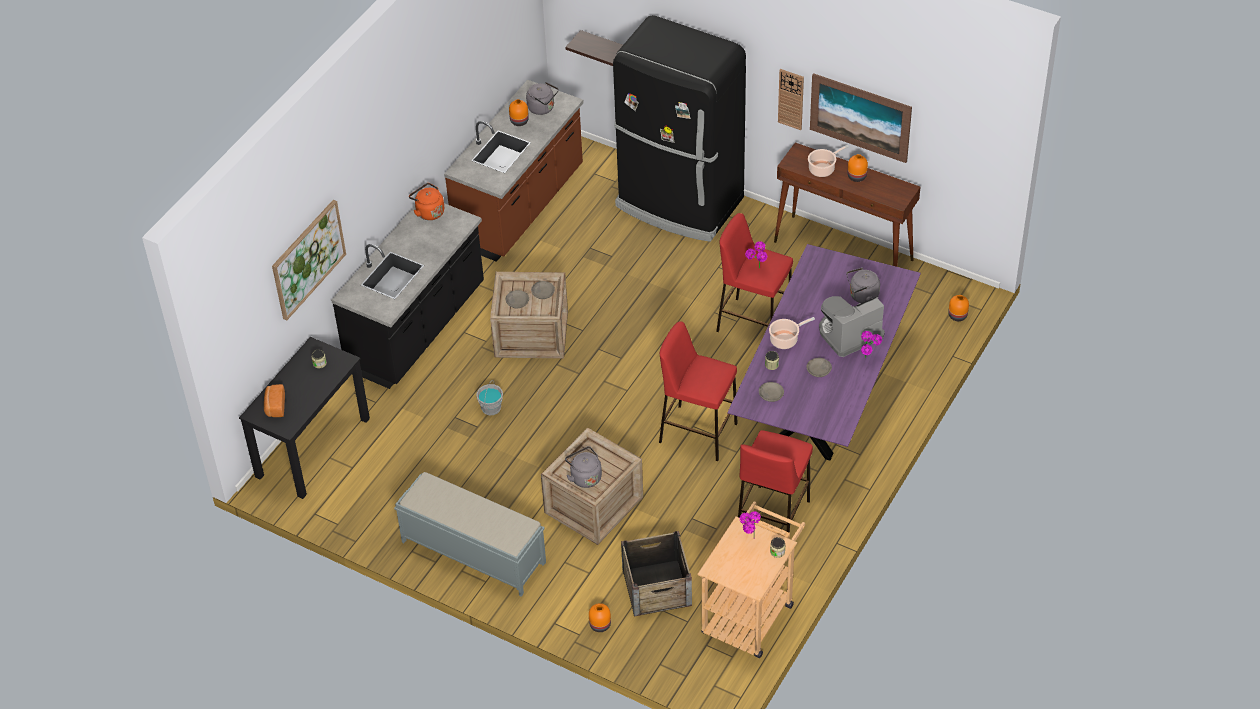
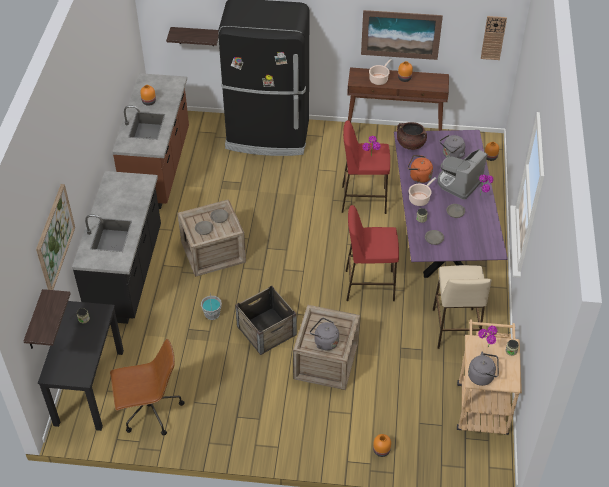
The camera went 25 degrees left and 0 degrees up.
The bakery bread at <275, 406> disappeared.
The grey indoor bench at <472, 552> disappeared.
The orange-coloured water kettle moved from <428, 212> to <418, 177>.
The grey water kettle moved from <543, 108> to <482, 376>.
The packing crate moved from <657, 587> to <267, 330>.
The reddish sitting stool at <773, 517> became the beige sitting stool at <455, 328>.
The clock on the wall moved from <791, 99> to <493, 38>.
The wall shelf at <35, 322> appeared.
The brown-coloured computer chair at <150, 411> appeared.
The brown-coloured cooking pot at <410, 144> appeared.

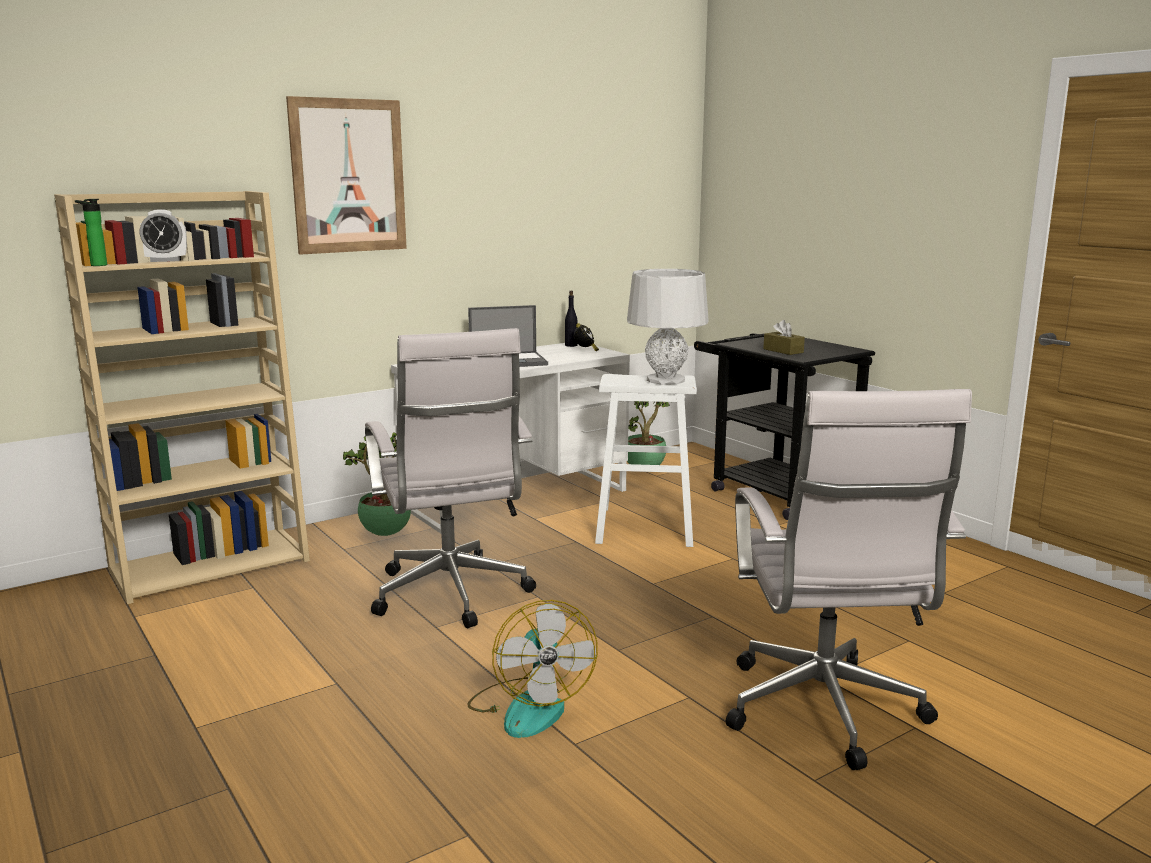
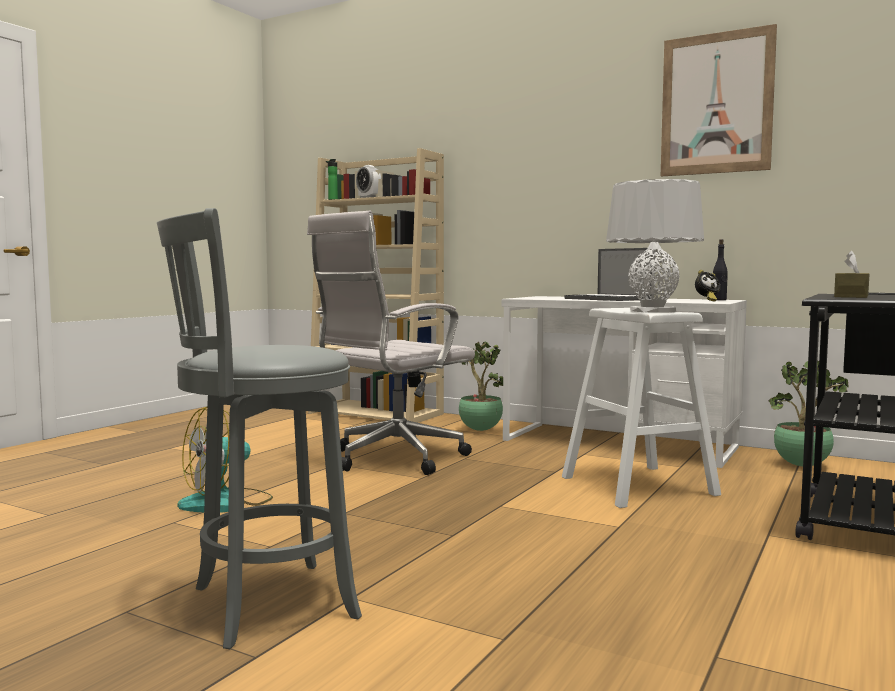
The camera went 65 degrees right and 10 degrees down.
The picture moved from <348, 176> to <716, 104>.
The white-coloured computer chair at <824, 714> was replaced by the grey sitting stool at <264, 604>.

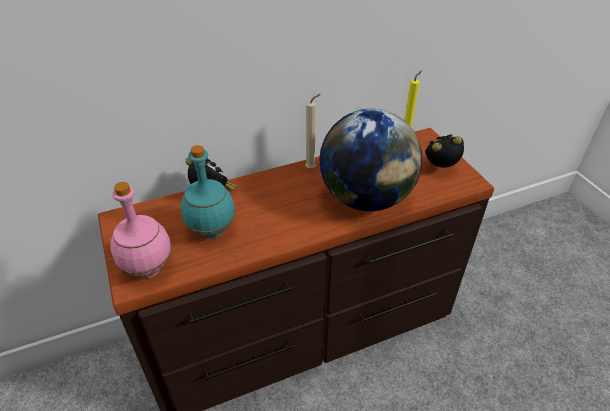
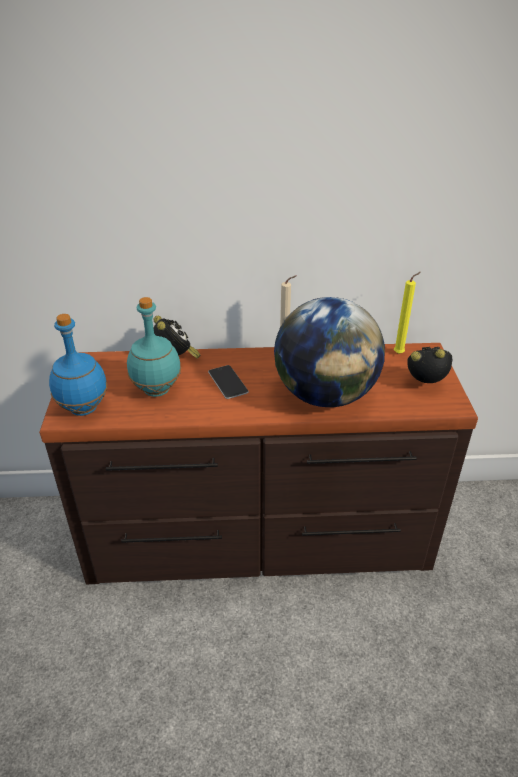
The camera went 20 degrees right and 5 degrees down.
The pinkish beverage bottle at <149, 269> became the blue beverage bottle at <84, 409>.
The handset at <228, 382> appeared.

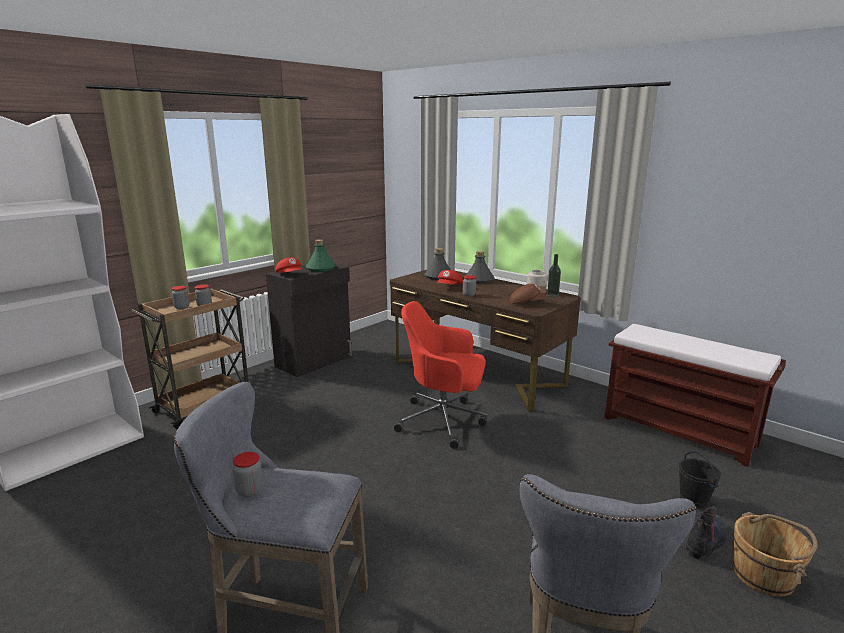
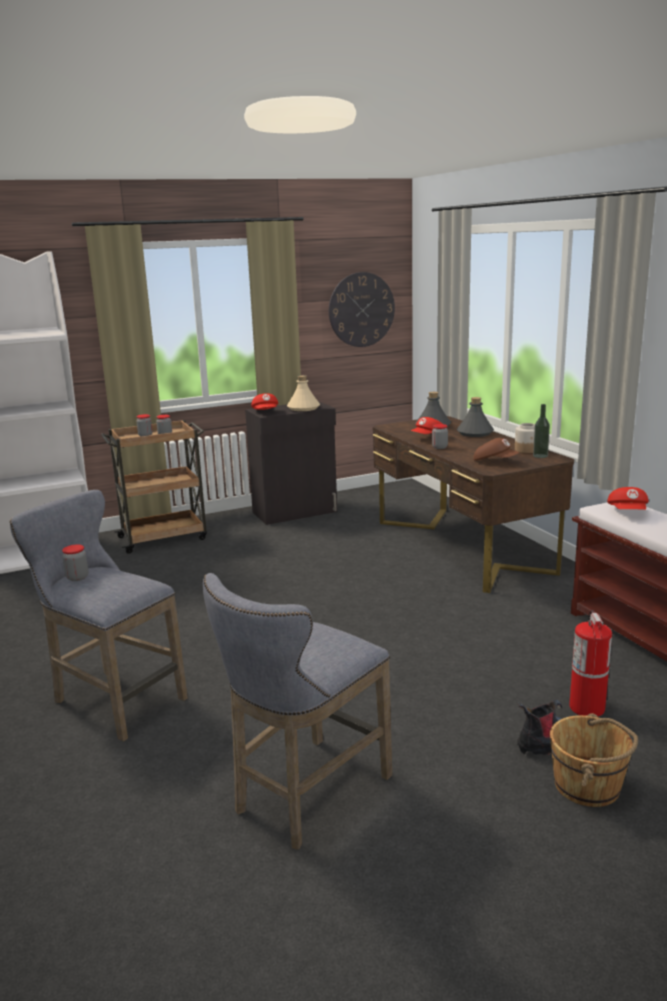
The camera went 25 degrees right and 0 degrees up.
The green beverage bottle at <321, 269> became the beige beverage bottle at <303, 408>.
The reddish computer chair at <444, 421> disappeared.
The black-coloured pail at <694, 500> was replaced by the extinguisher at <587, 708>.
The clock on the wall at <361, 309> appeared.
The reddish baseball cap at <628, 513> appeared.

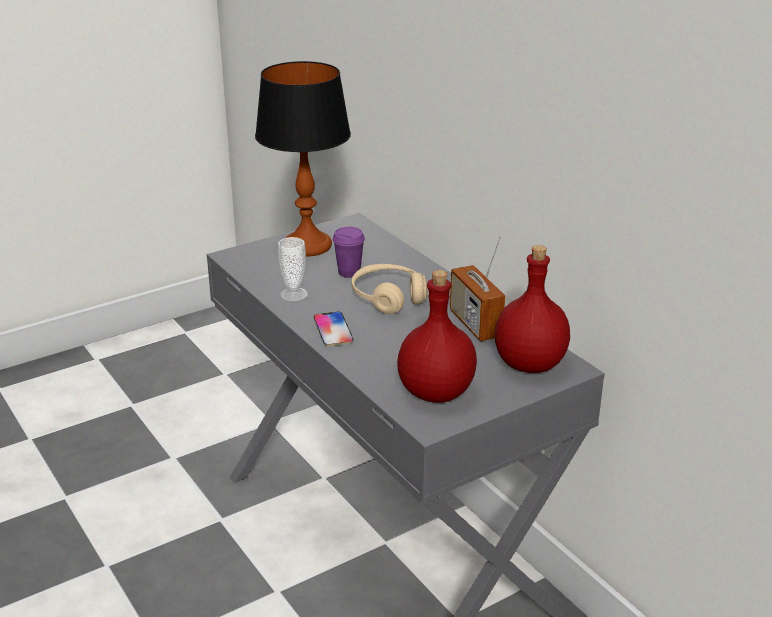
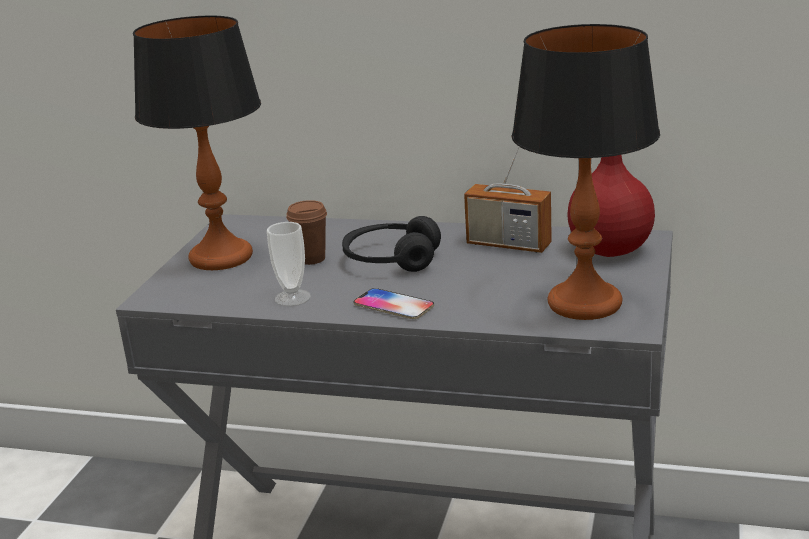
The camera went 40 degrees left and 5 degrees down.
The purple-coloured cup at <349, 272> became the brown-coloured cup at <311, 259>.
The beige pair of headphones at <388, 297> became the black-coloured pair of headphones at <391, 260>.
The reddish beverage bottle at <437, 392> was replaced by the lamp for a table at <585, 303>.

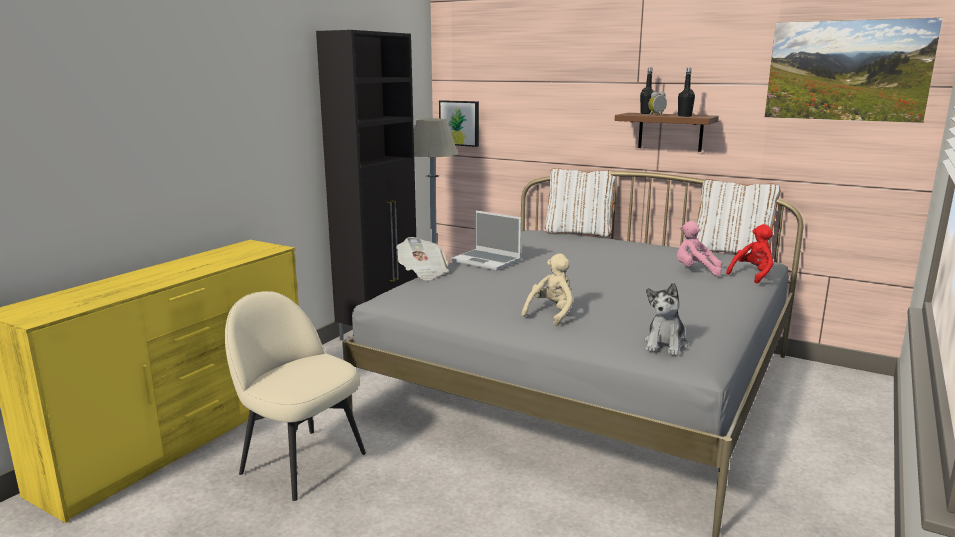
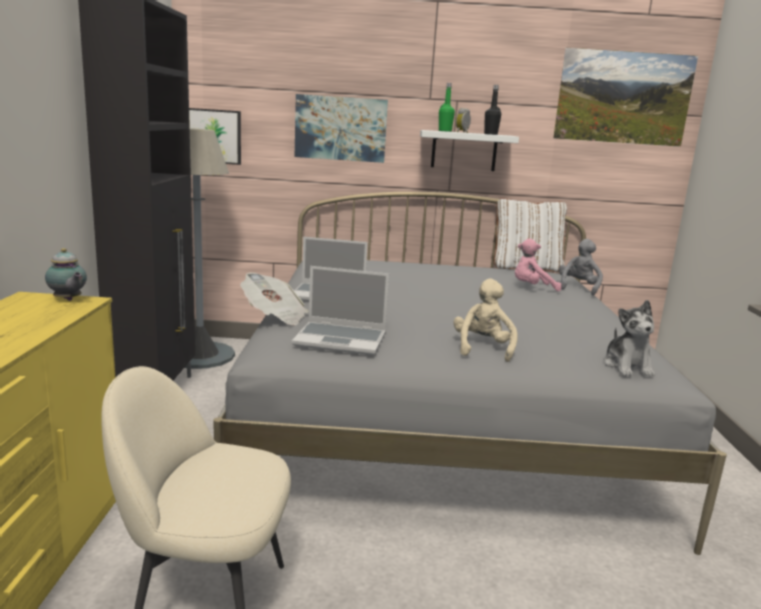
The camera went 30 degrees left and 0 degrees up.
The white-coloured pillow at <579, 232> disappeared.
The brown-coloured wall shelf at <670, 132> became the white-coloured wall shelf at <464, 151>.
The black-coloured beverage bottle at <646, 113> became the green beverage bottle at <445, 131>.
The reddish plush toy at <752, 275> became the grey plush toy at <578, 288>.
The teapot at <68, 300> appeared.
The notebook computer at <341, 340> appeared.
The picture at <340, 128> appeared.

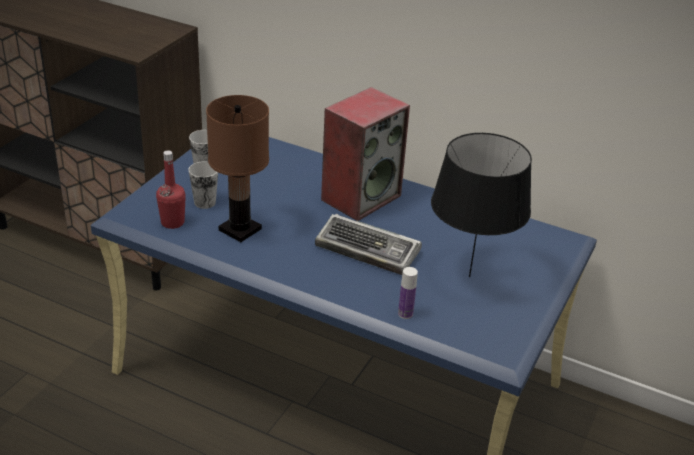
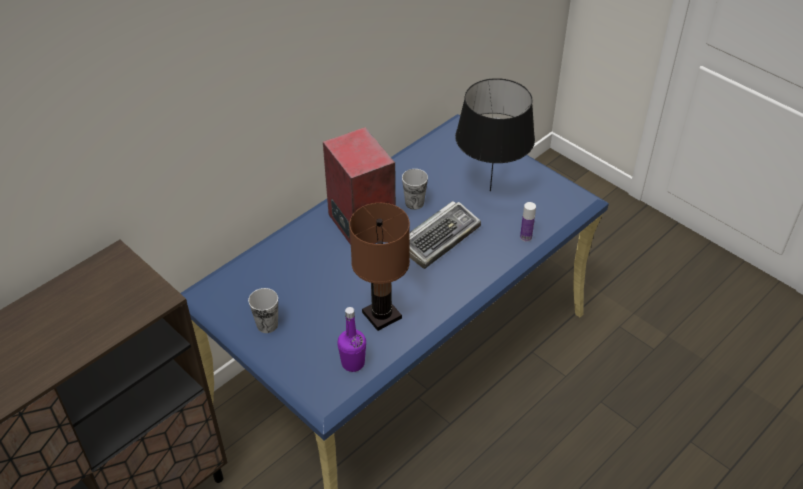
The camera went 70 degrees left and 10 degrees up.
The reddish beverage bottle at <172, 222> became the purple-coloured beverage bottle at <353, 363>.
The cup moved from <205, 202> to <414, 203>.

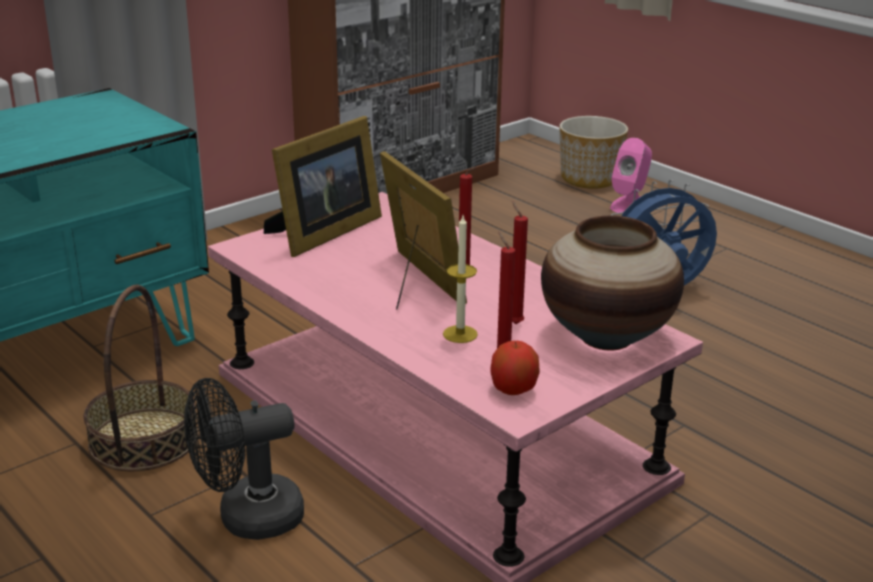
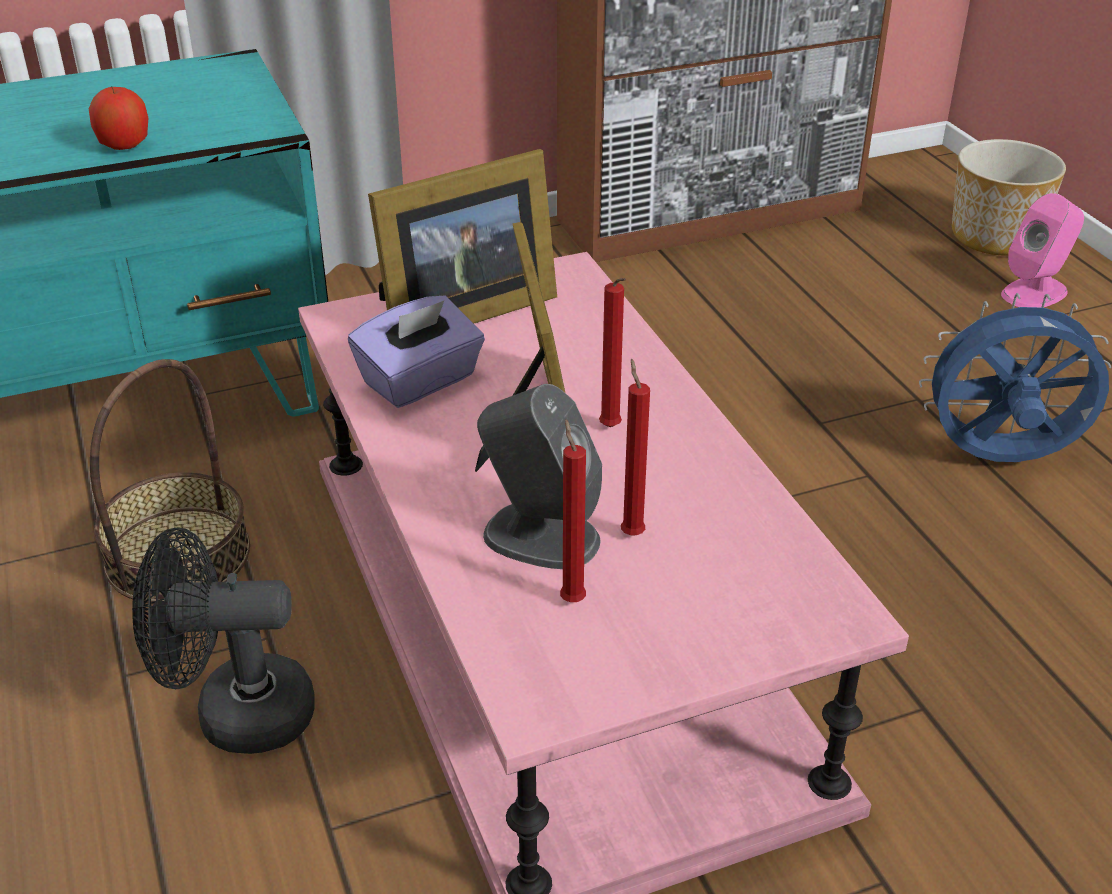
The camera went 20 degrees right and 10 degrees up.
The candle at <460, 334> was replaced by the grey speaker at <539, 536>.
The apple moved from <513, 390> to <124, 145>.
The decorative vase at <607, 337> disappeared.
The purple-coloured tissue holder at <420, 381> appeared.

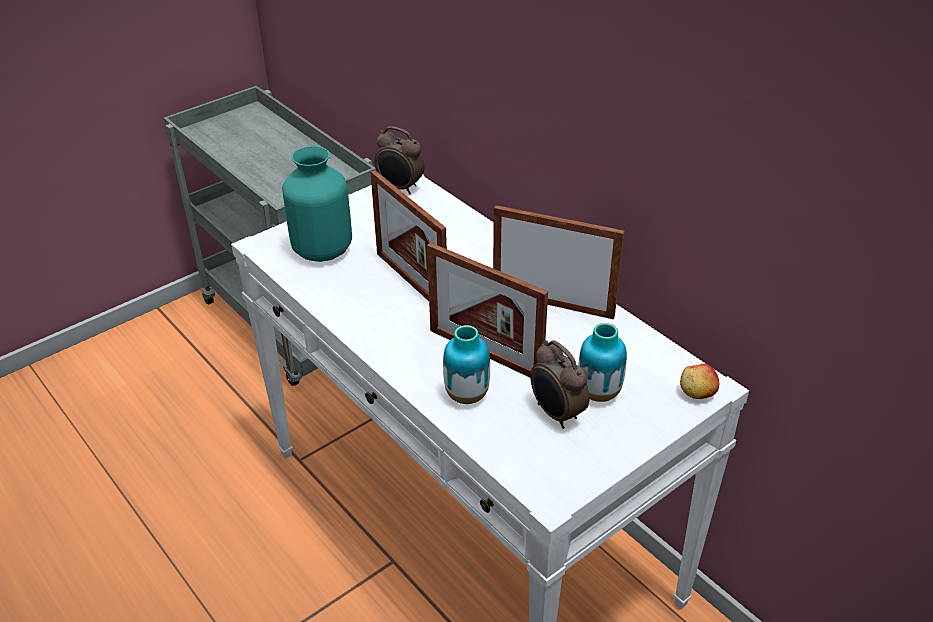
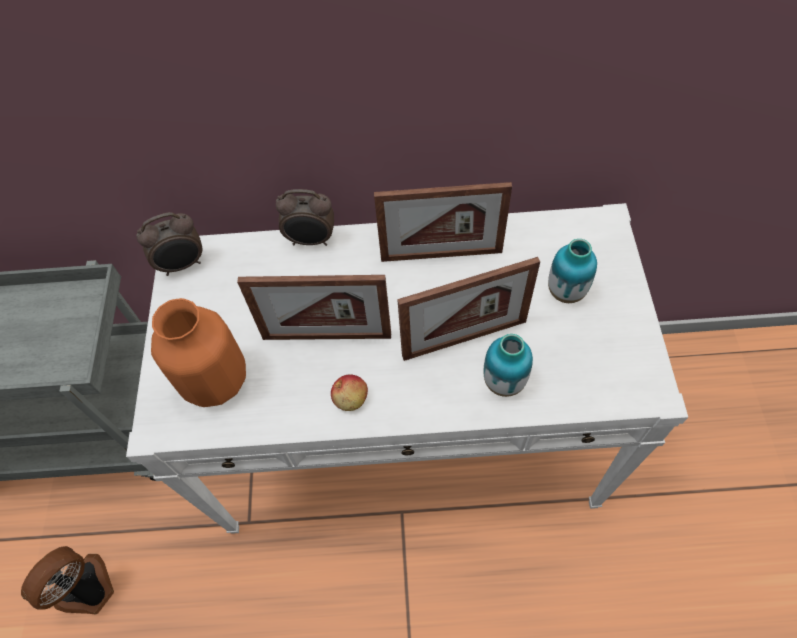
The camera went 50 degrees left and 20 degrees up.
The turquoise-coloured decorative vase at <321, 250> became the orange-coloured decorative vase at <214, 381>.
The standing frame at <552, 304> turned 150 degrees counterclockwise.
The alarm clock moved from <556, 414> to <311, 240>.
The apple moved from <697, 393> to <351, 399>.
The cooling fan at <88, 589> appeared.

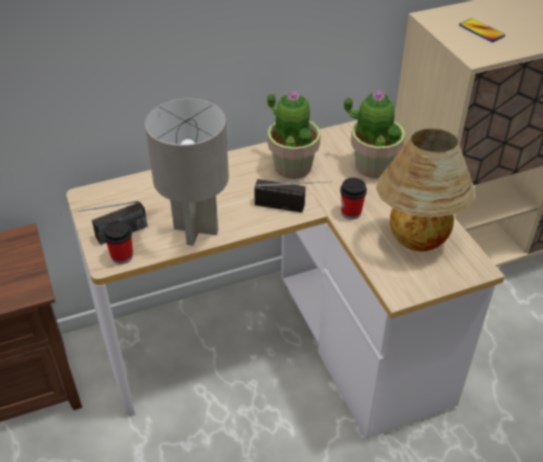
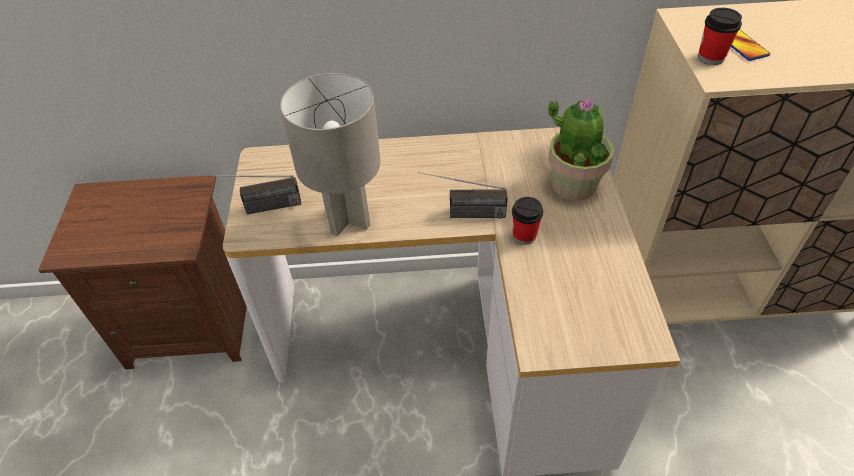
The camera went 20 degrees right and 5 degrees up.
The cup moved from <122, 256> to <711, 58>.
The radio set at <293, 206> turned 150 degrees clockwise.
The potted plant at <293, 166> disappeared.
The lamp for a table at <414, 242> disappeared.

